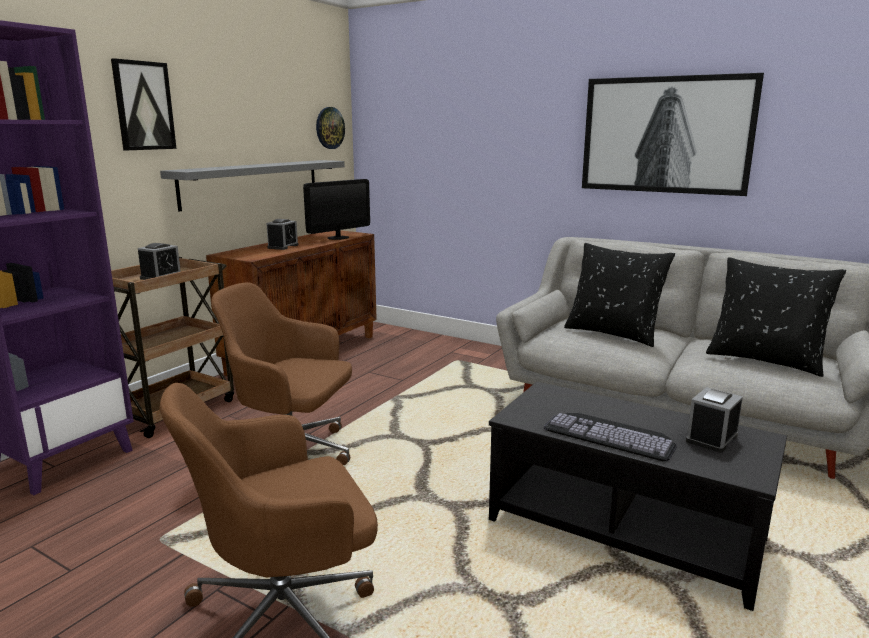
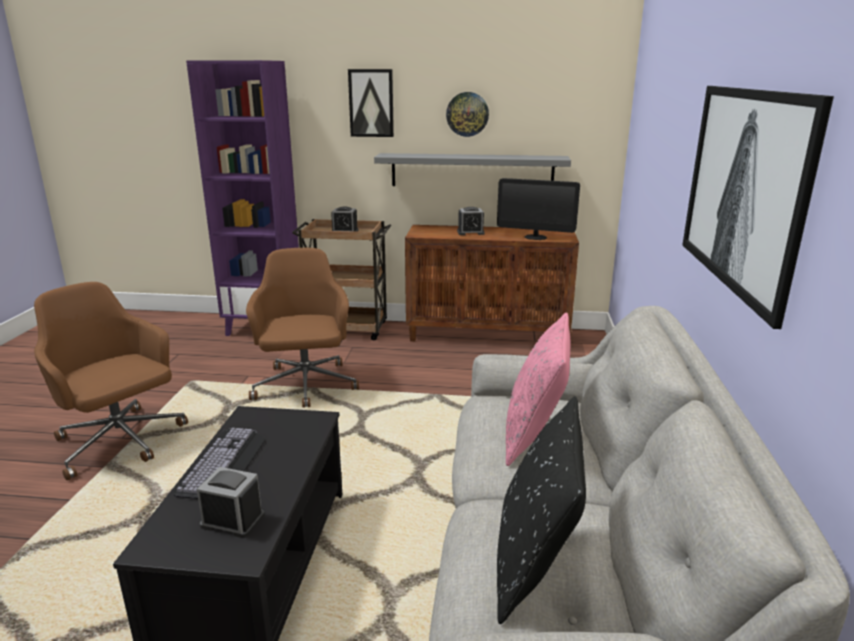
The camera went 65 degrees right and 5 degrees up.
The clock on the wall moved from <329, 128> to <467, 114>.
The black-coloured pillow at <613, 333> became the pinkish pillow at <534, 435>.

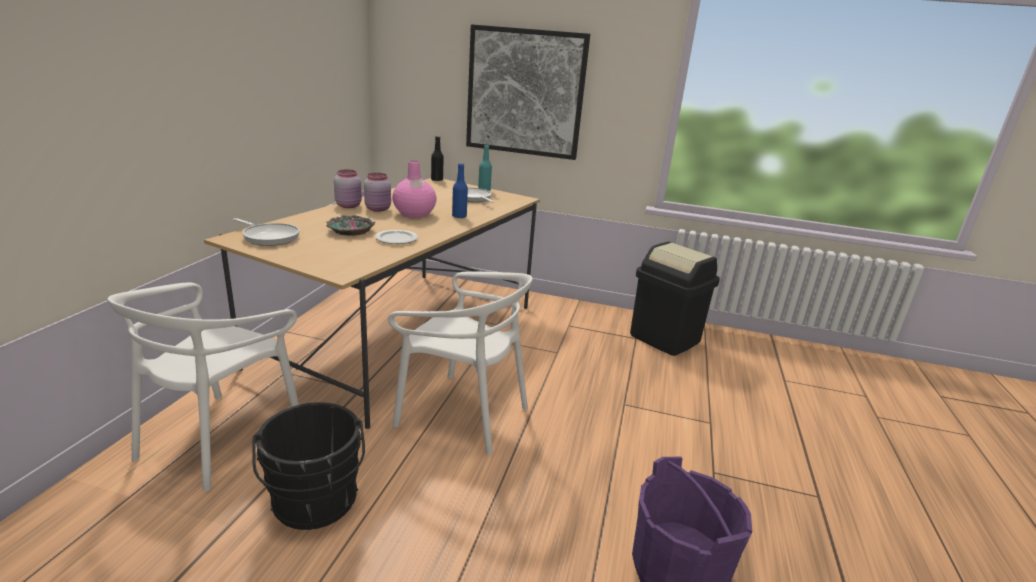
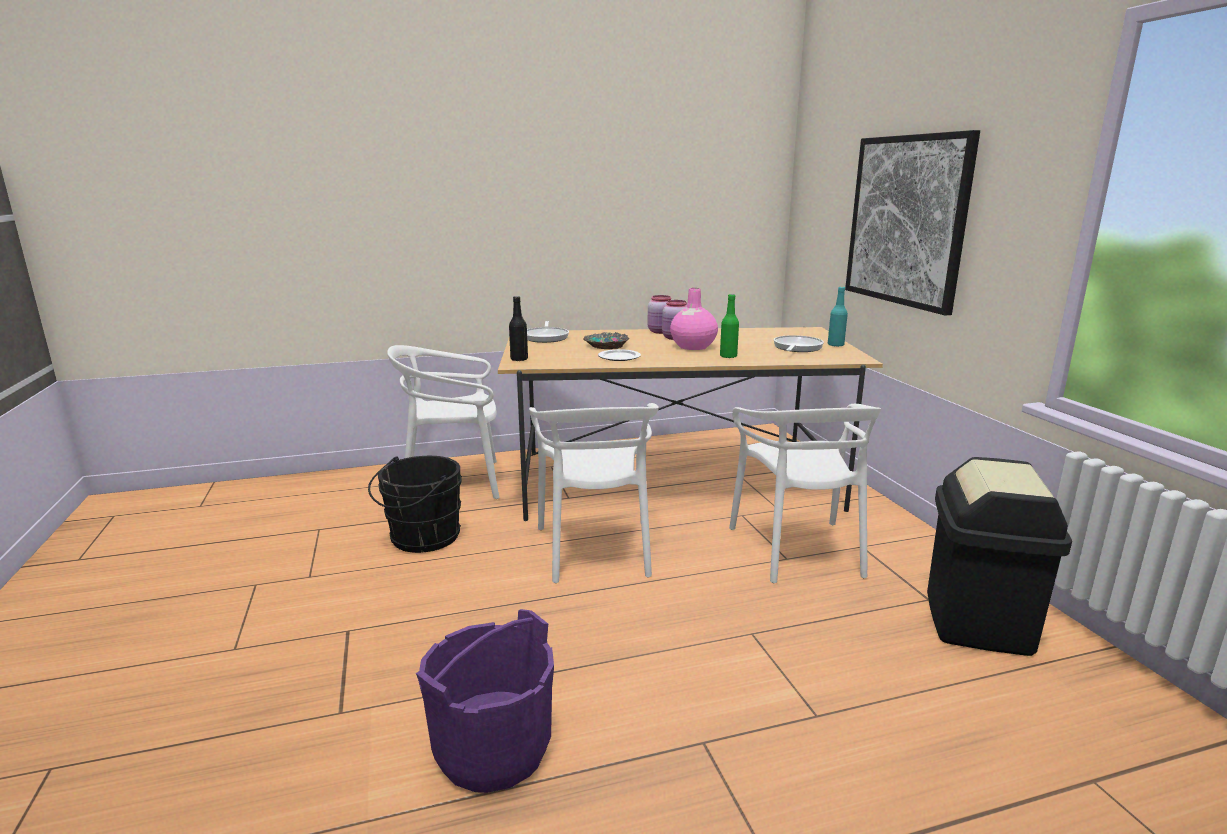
The camera went 60 degrees right and 5 degrees down.
The black-coloured beverage bottle moved from <437, 180> to <519, 359>.
The blue beverage bottle at <459, 216> became the green beverage bottle at <728, 356>.
The white-coloured upright chair at <798, 550> appeared.

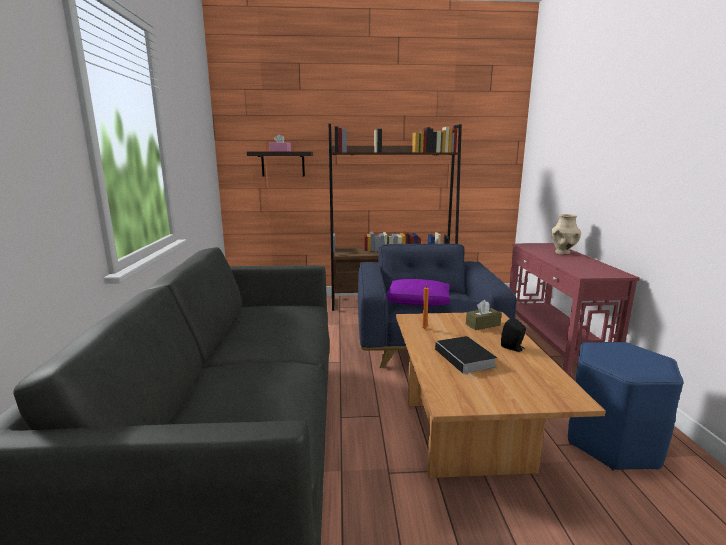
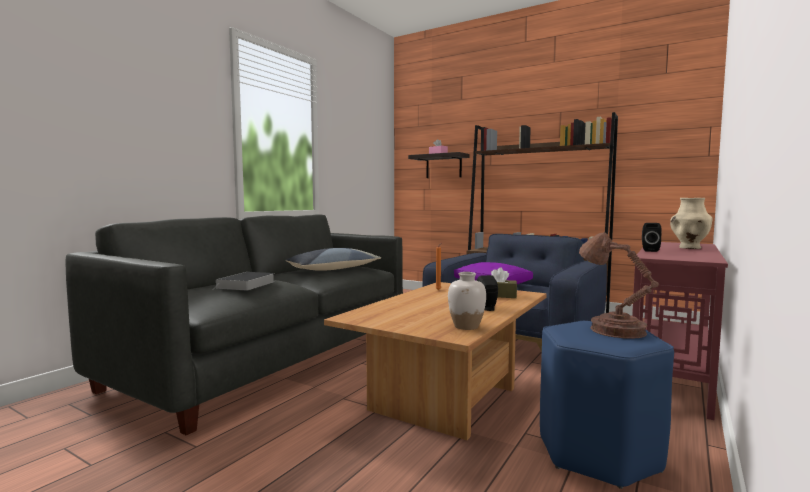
The camera went 35 degrees right and 10 degrees down.
The volume moved from <466, 359> to <246, 285>.
The pillow at <333, 269> appeared.
The white-coloured decorative vase at <466, 326> appeared.
The brown-coloured lamp for a table at <613, 329> appeared.
The black-coloured speaker at <649, 250> appeared.

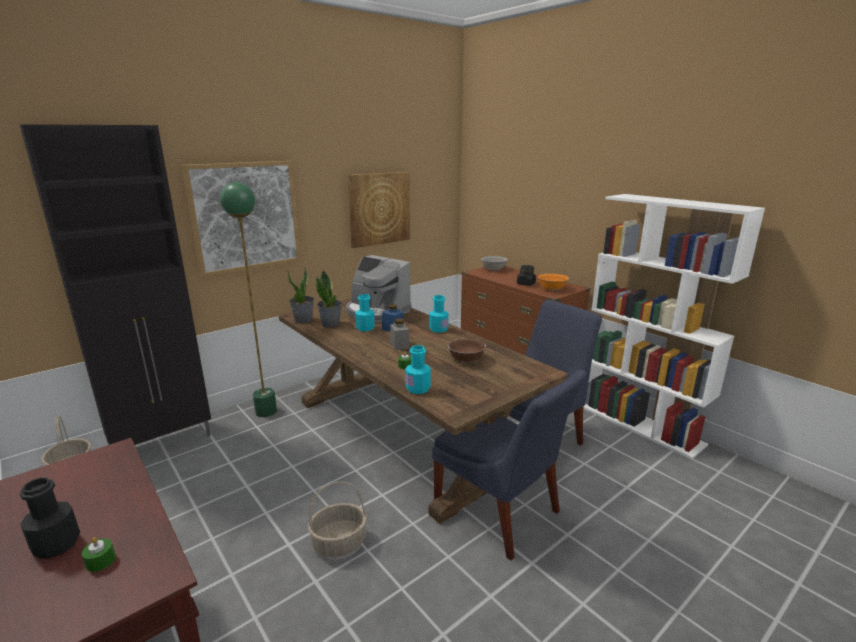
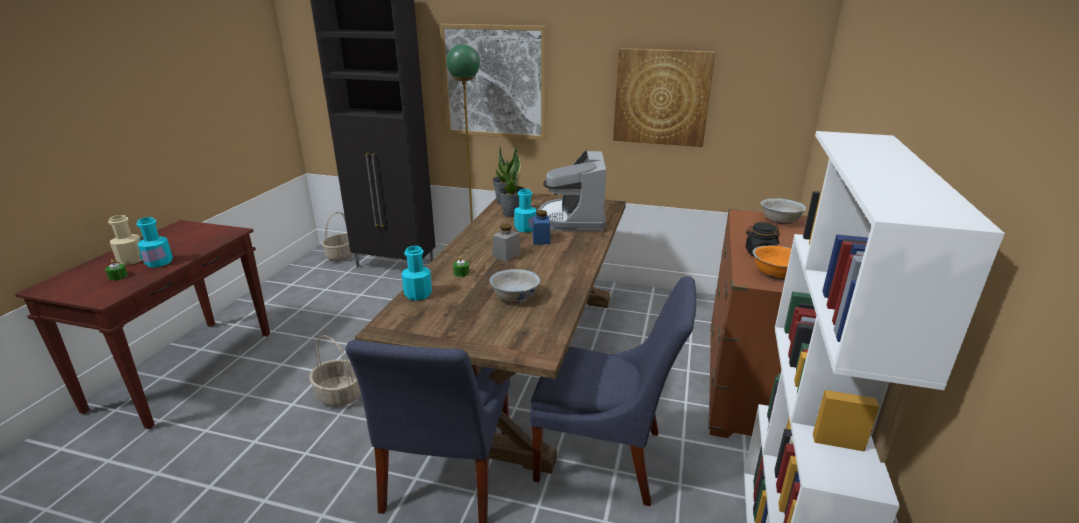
The camera went 55 degrees right and 5 degrees up.
The black-coloured beverage bottle at <56, 544> became the beige beverage bottle at <132, 260>.
The turquoise-coloured beverage bottle moved from <438, 329> to <159, 262>.
The brown-coloured bowl at <466, 359> became the white-coloured bowl at <515, 297>.

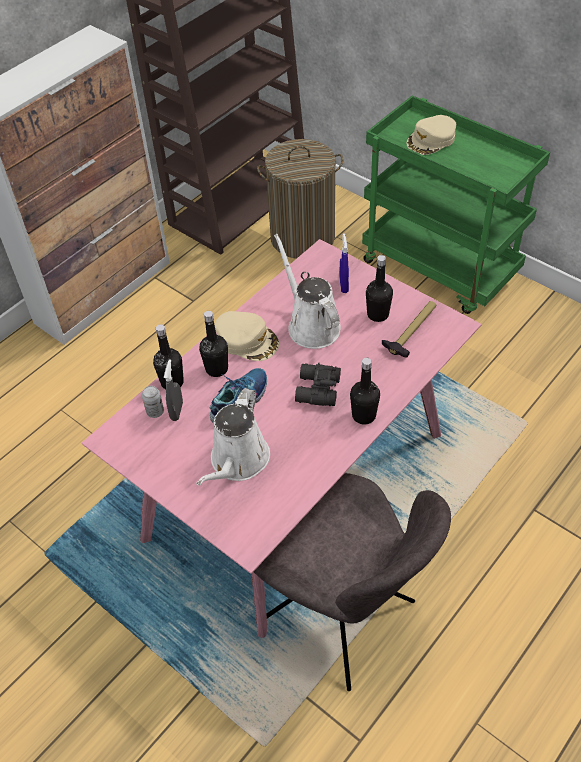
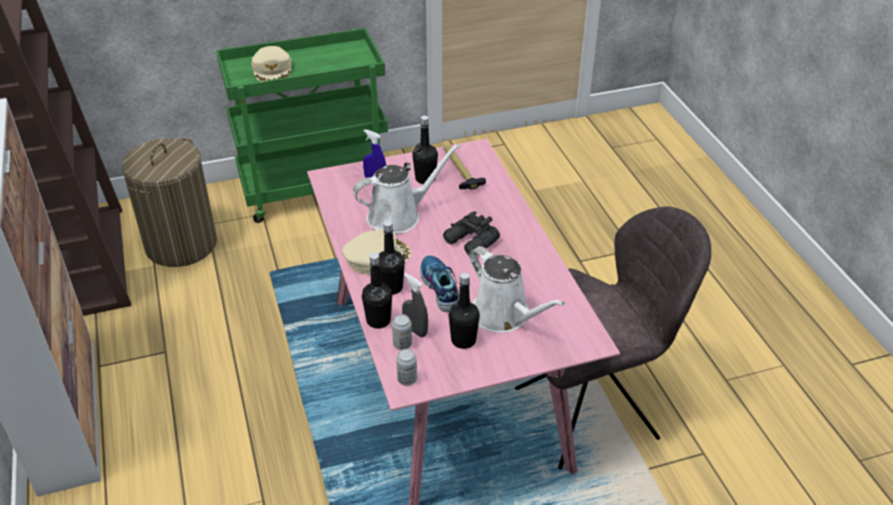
The camera went 60 degrees left and 10 degrees down.
The white-coloured watering pot at <311, 325> turned 150 degrees clockwise.
The black-coloured beverage bottle moved from <364, 415> to <463, 340>.
The sealed can at <407, 379> appeared.

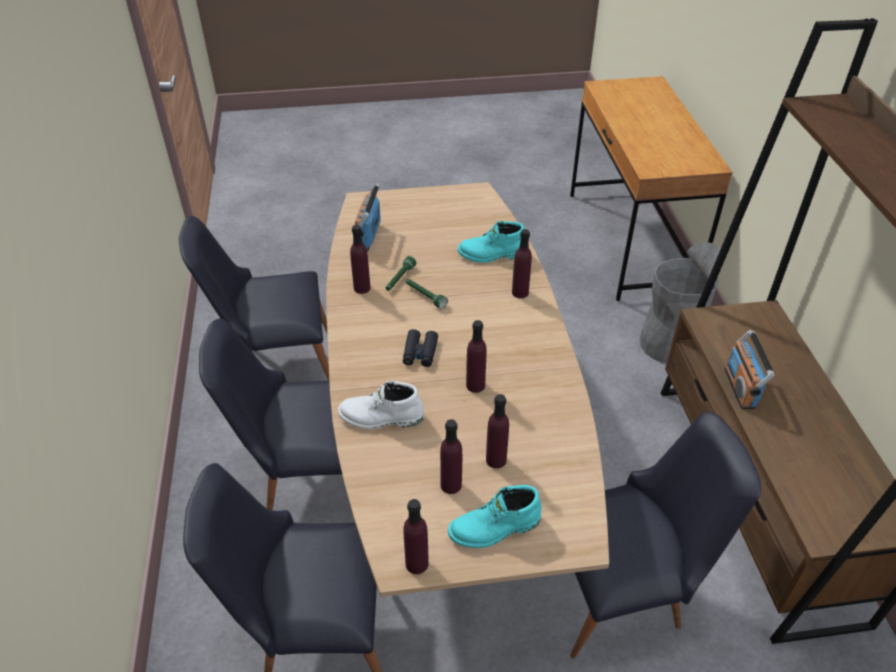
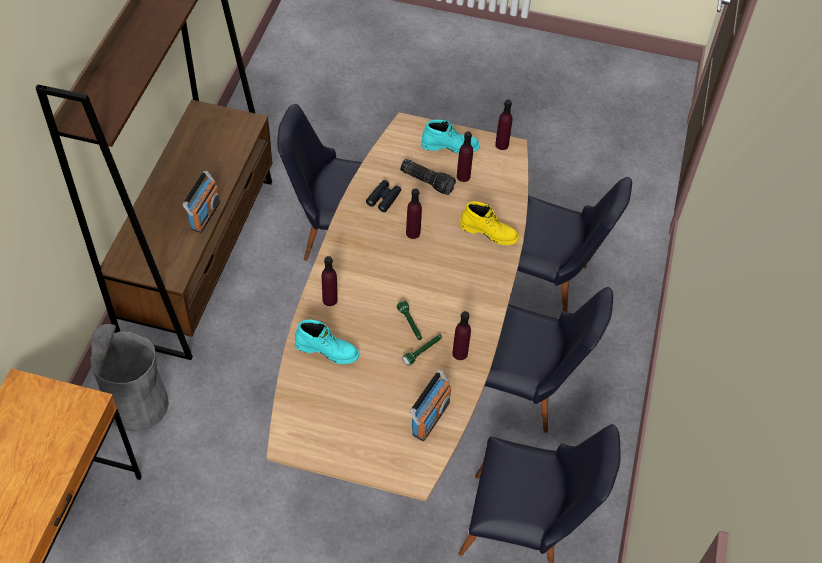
The camera went 160 degrees left and 10 degrees up.
The white-coloured boot at <381, 418> became the yellowish boot at <489, 232>.
The black-coloured field glasses moved from <420, 353> to <384, 198>.
The purple-coloured beverage bottle at <496, 460> was replaced by the torch at <428, 181>.

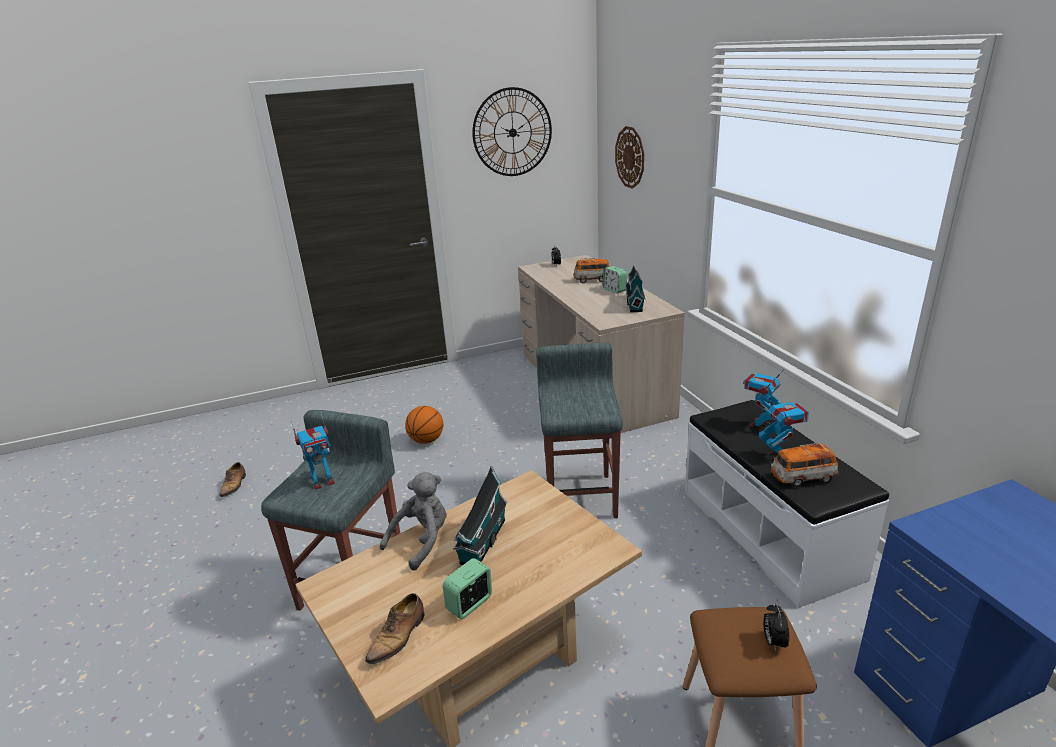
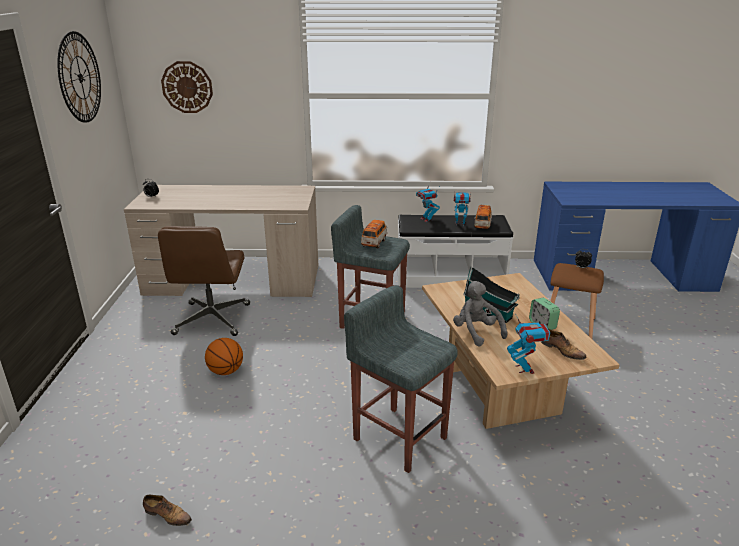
The camera went 70 degrees left and 0 degrees up.
The robot figure moved from <323, 482> to <524, 369>.
The toy car moved from <592, 280> to <374, 243>.
The alarm clock at <614, 290> disappeared.
The miniature house at <634, 303> disappeared.
The brown-coloured computer chair at <212, 320> appeared.

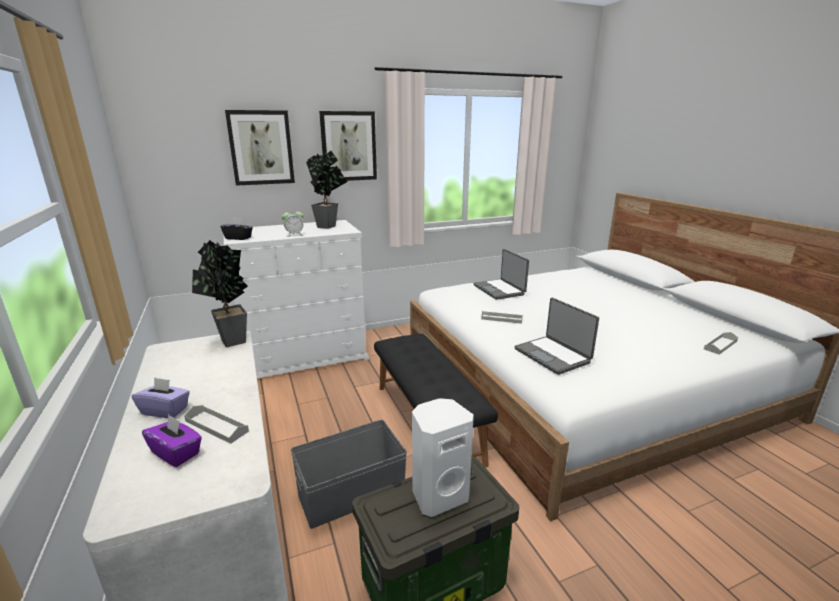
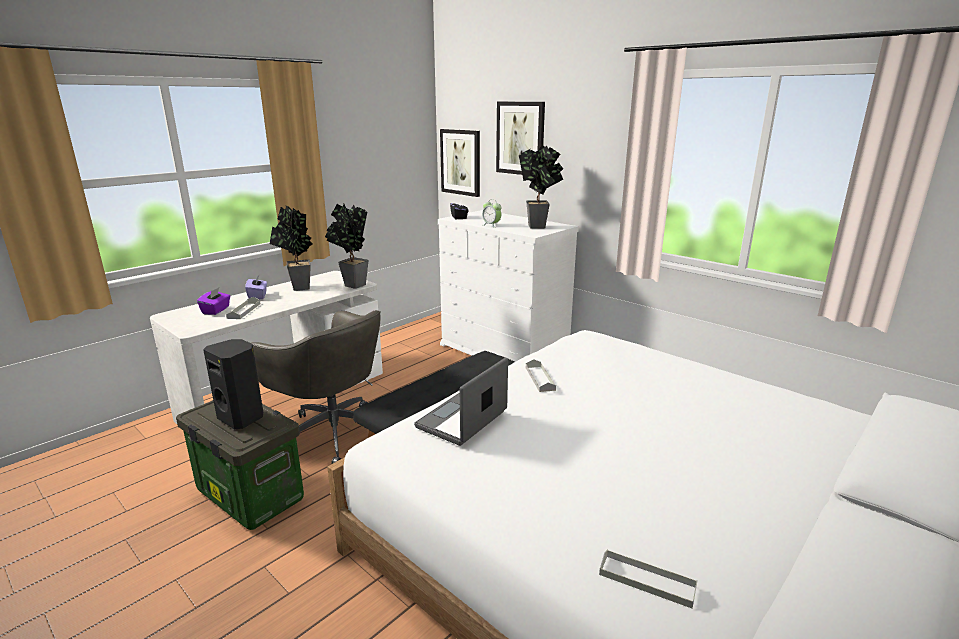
The camera went 65 degrees right and 0 degrees up.
The grey storage box at <352, 493> was replaced by the grey computer chair at <332, 432>.
The picture moved from <348, 146> to <461, 162>.
The white-coloured speaker at <439, 495> became the black-coloured speaker at <242, 418>.
The notebook computer at <499, 290> disappeared.
The potted plant at <299, 289> appeared.

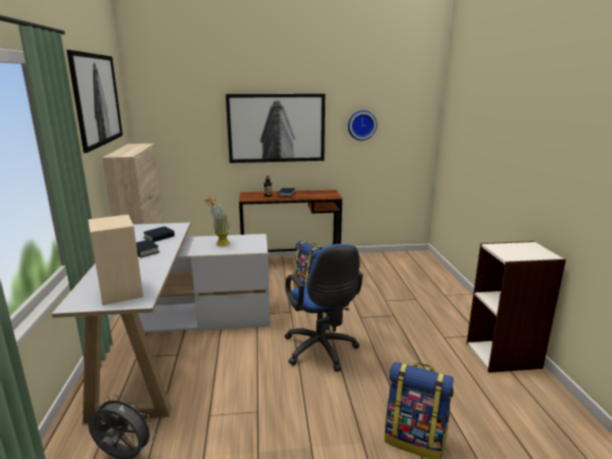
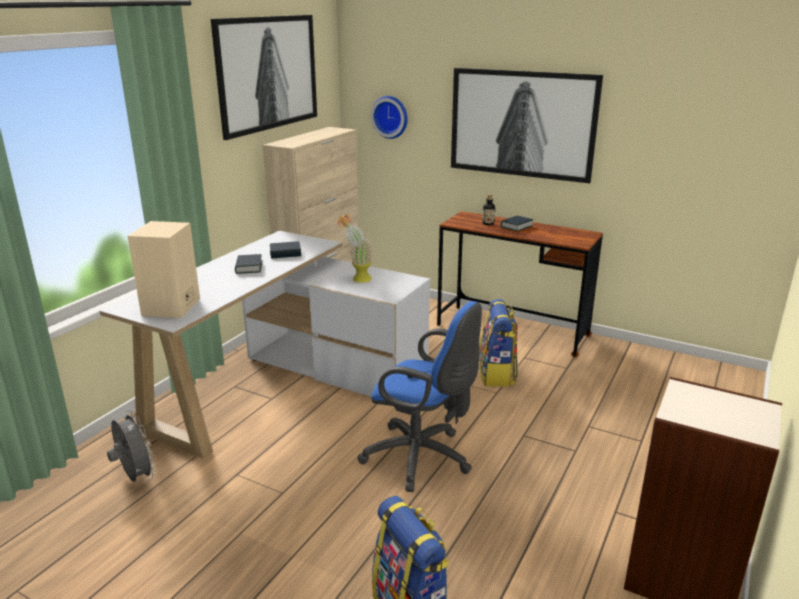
The camera went 35 degrees right and 5 degrees up.
The blue computer chair at <322, 351> turned 75 degrees counterclockwise.
The clock on the wall moved from <361, 125> to <391, 116>.

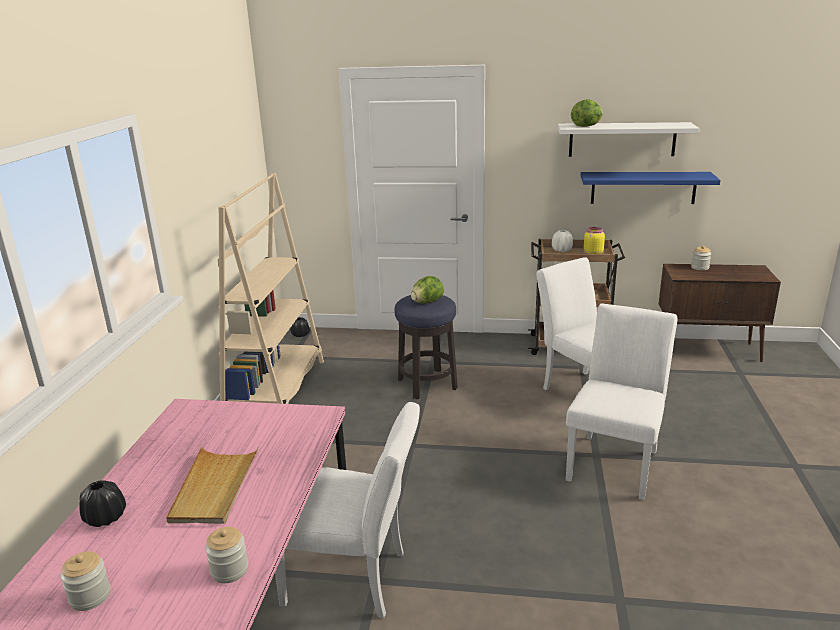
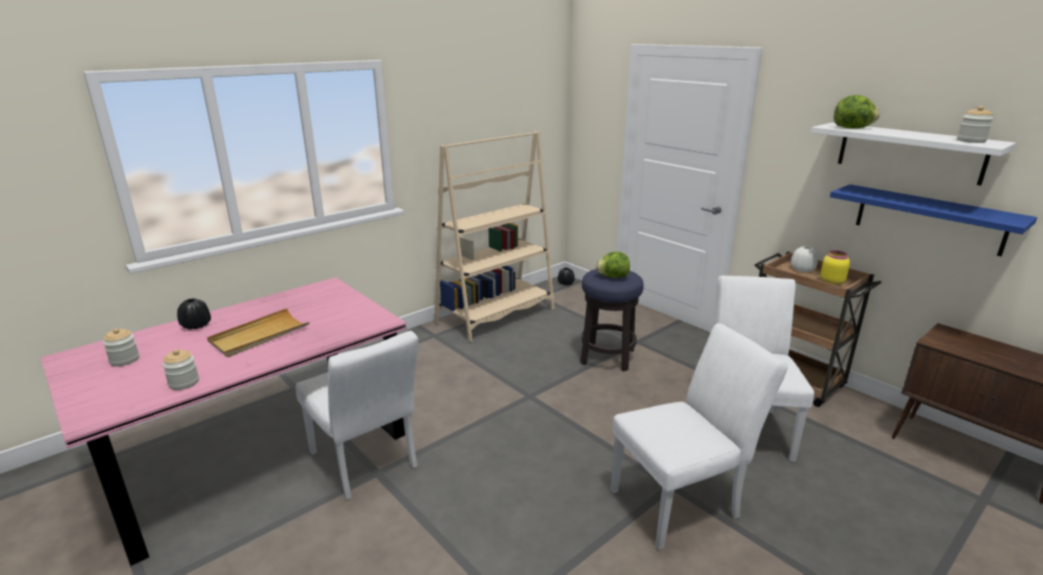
The camera went 40 degrees right and 0 degrees up.
The storage jar moved from <700, 267> to <970, 141>.

